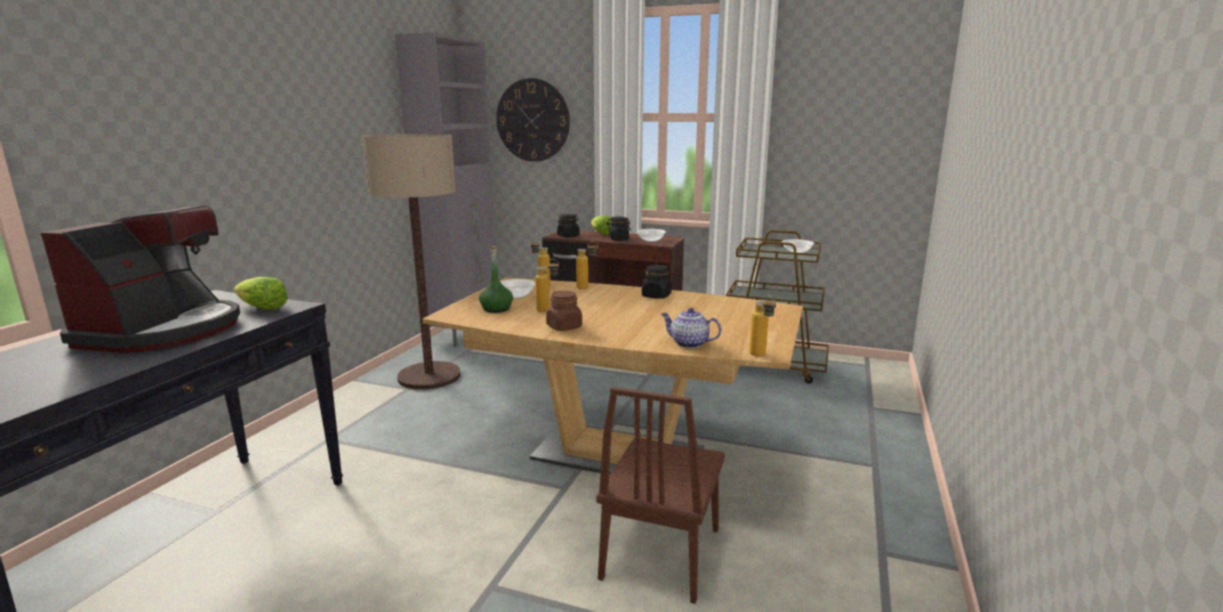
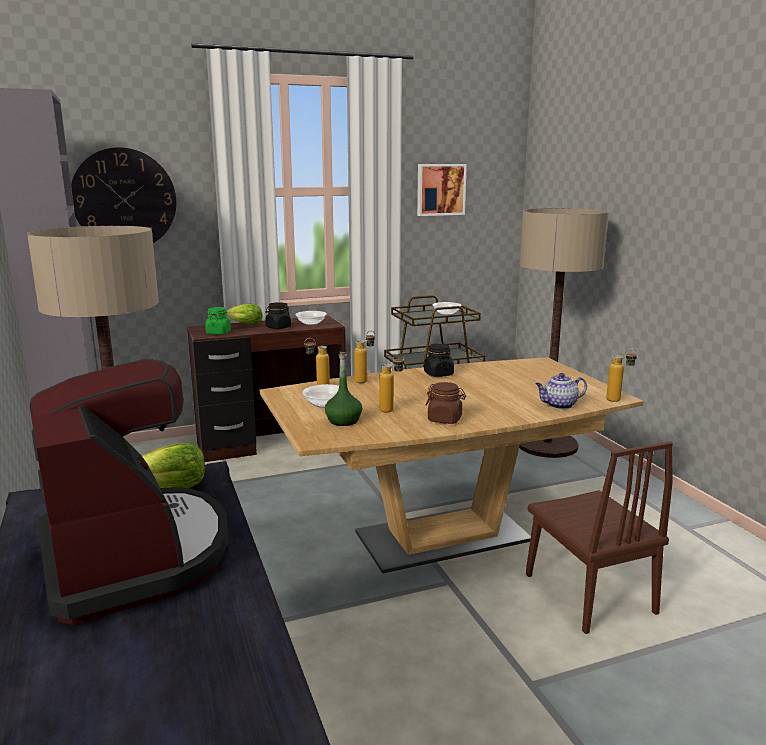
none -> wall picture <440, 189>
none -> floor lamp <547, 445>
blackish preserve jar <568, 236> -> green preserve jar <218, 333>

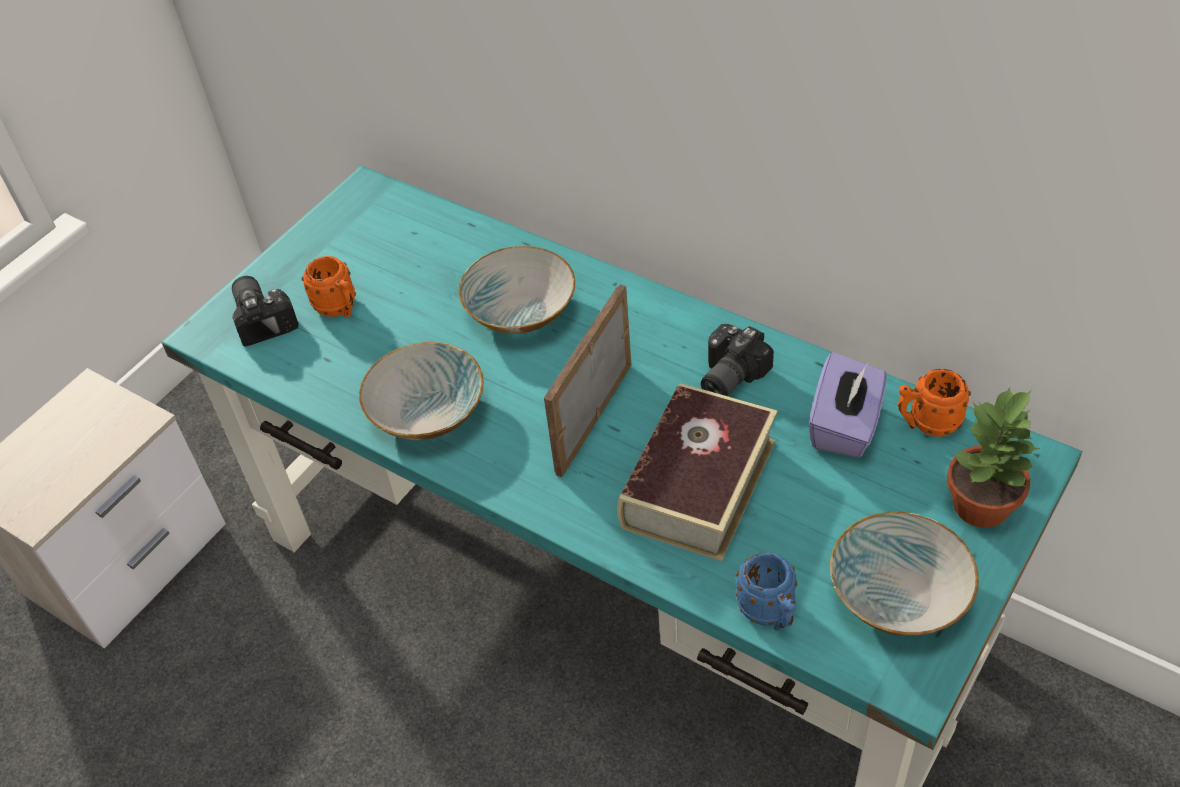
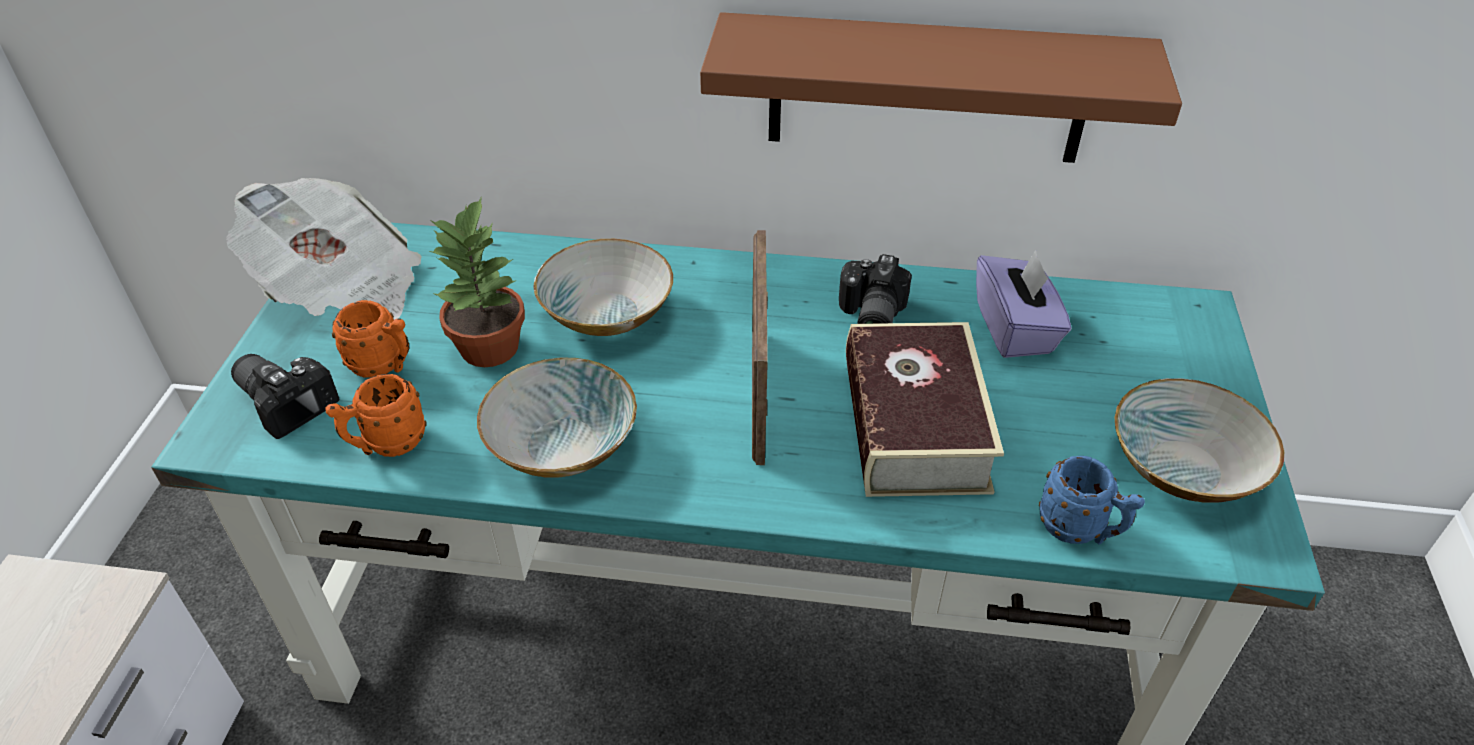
none -> printed paper <341, 288>
none -> brownish shelf <927, 89>
orange coffee mug <926, 423> -> orange coffee mug <386, 444>, shifted
houseplant <983, 506> -> houseplant <491, 348>, shifted

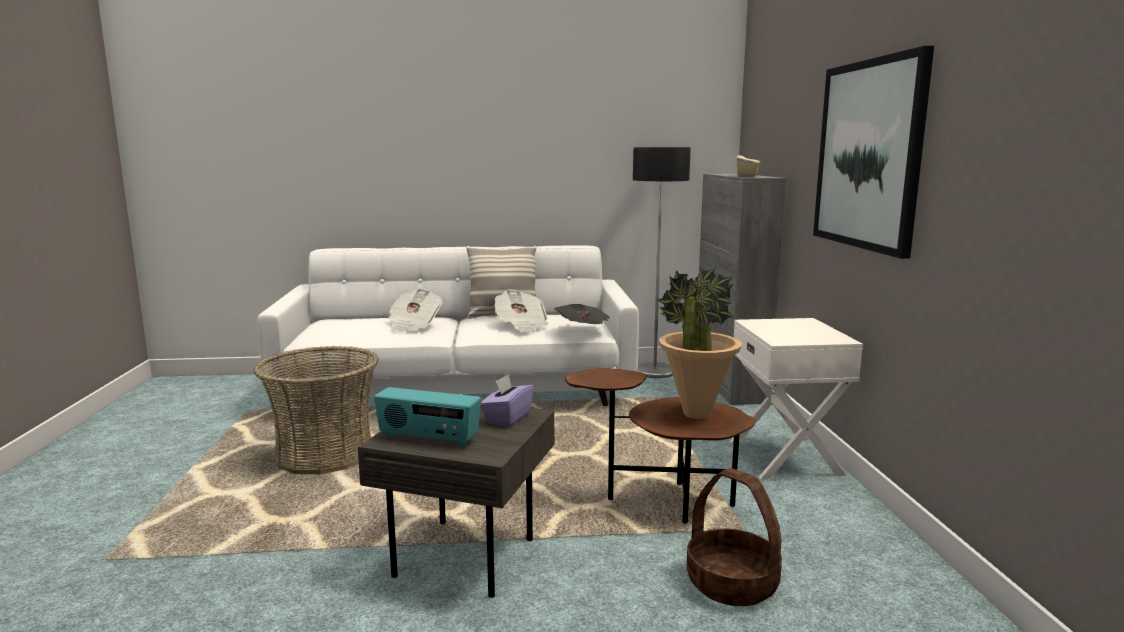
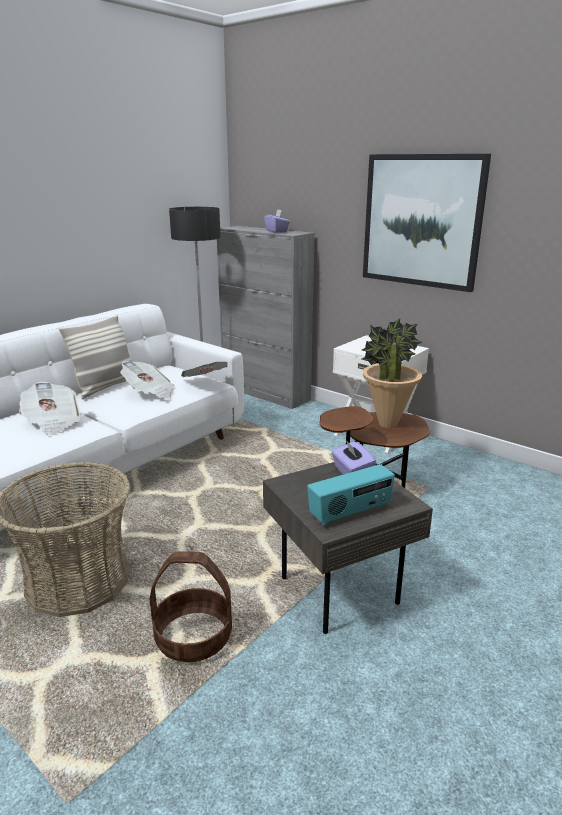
storage basket <731, 583> -> storage basket <193, 638>, shifted
beige tissue box <747, 176> -> purplish tissue box <277, 231>

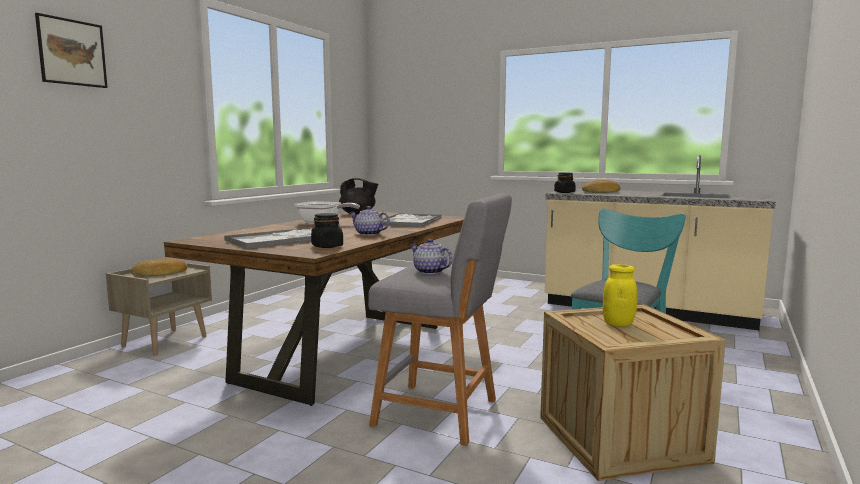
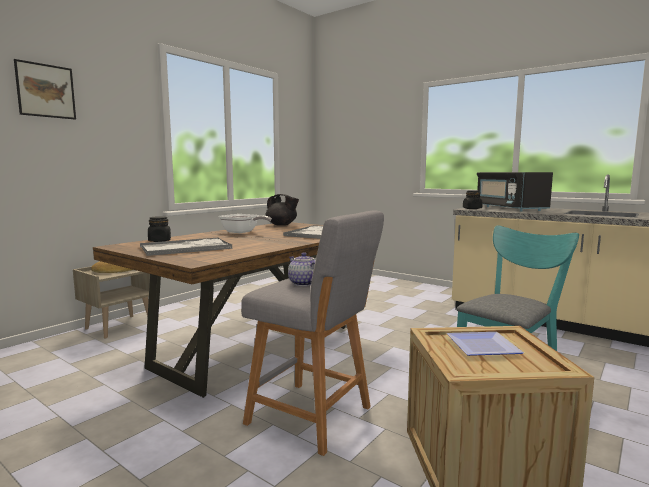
teapot <368, 234> -> none
blackish preserve jar <327, 246> -> blackish preserve jar <159, 241>, shifted
bakery bread <601, 192> -> blackish kitchen microwave <509, 208>
yellow preserve jar <618, 324> -> plate <481, 347>

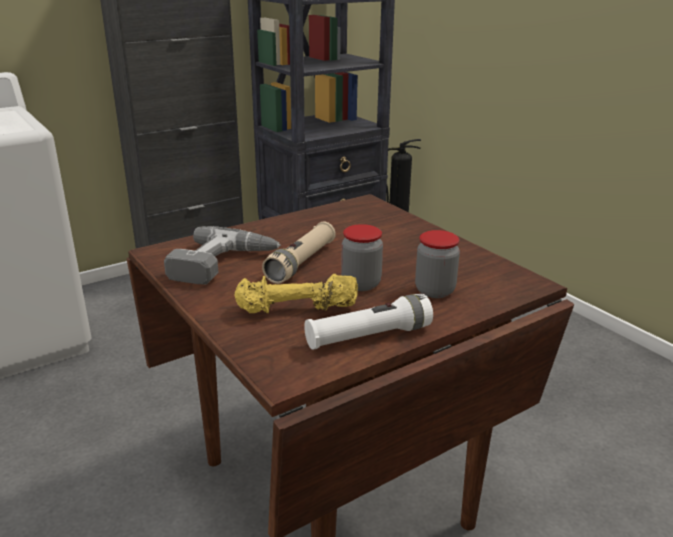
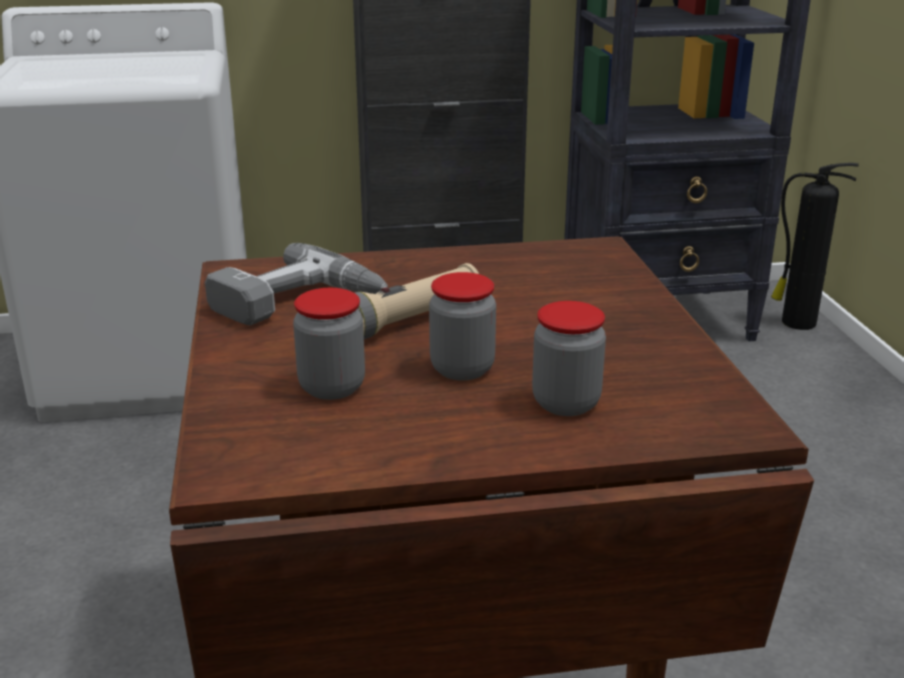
white flashlight <368, 336> -> none
yellow free weight <297, 310> -> preserve jar <332, 387>

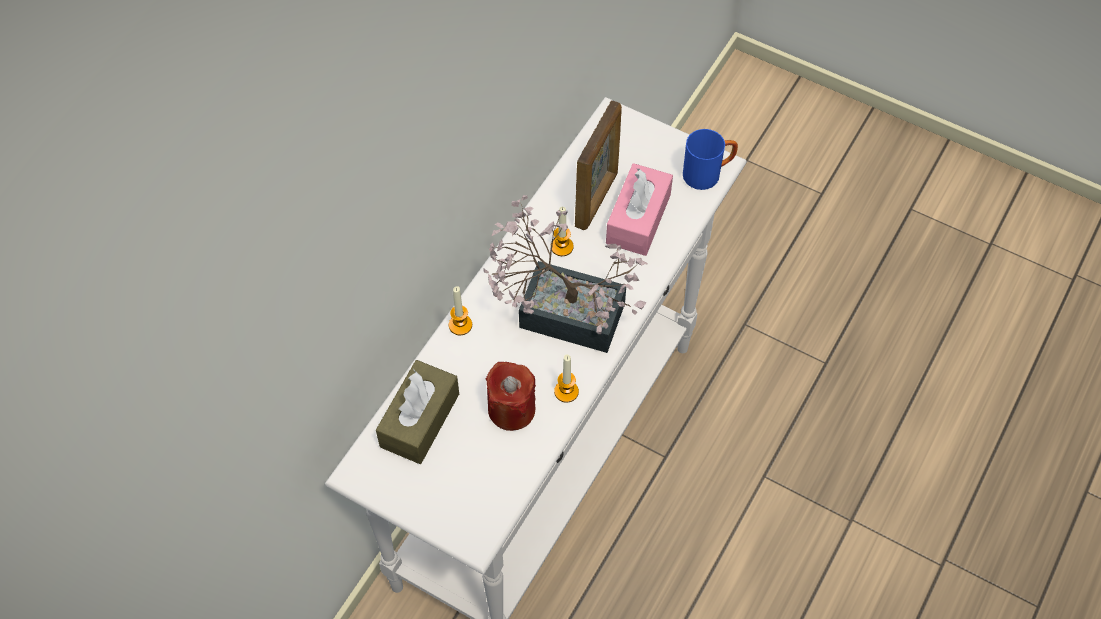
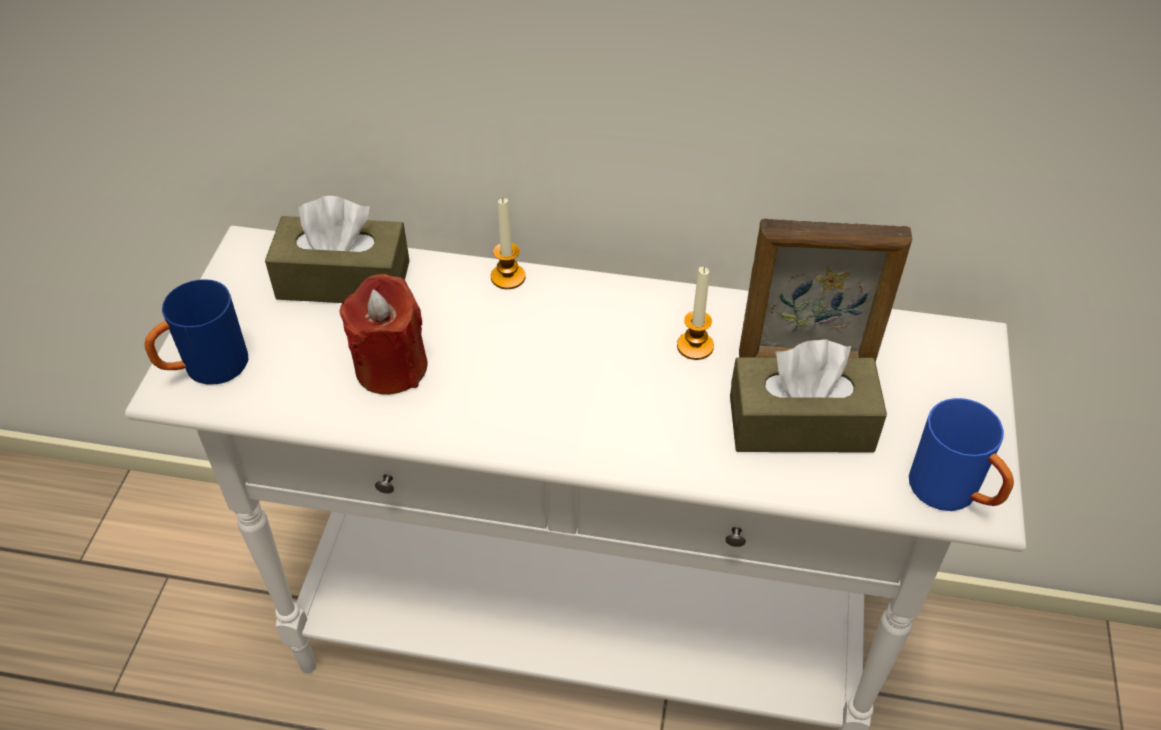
houseplant <560, 311> -> none
wax candle <566, 391> -> none
none -> bluish coffee mug <205, 369>
pink tissue box <638, 219> -> brownish tissue box <800, 423>

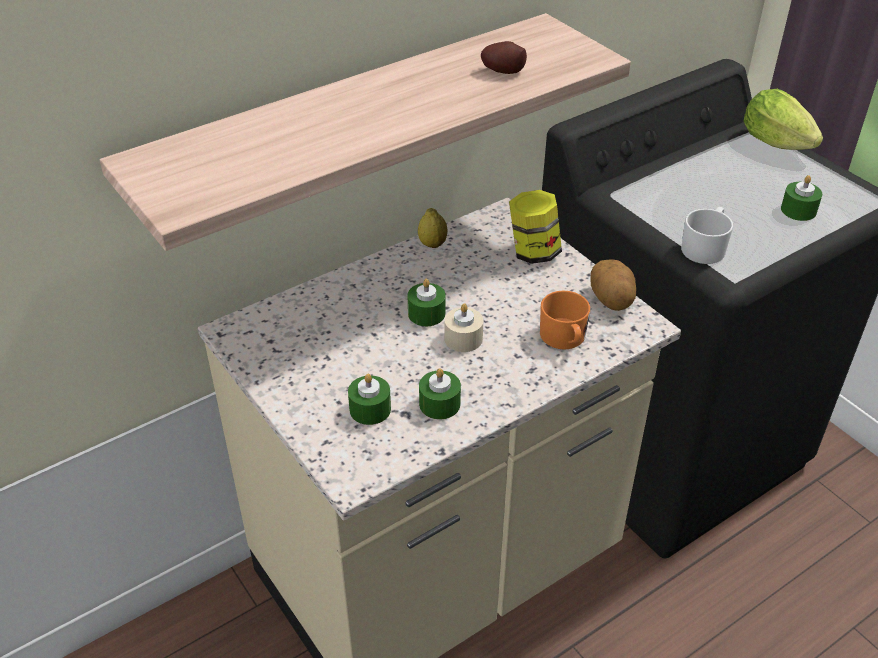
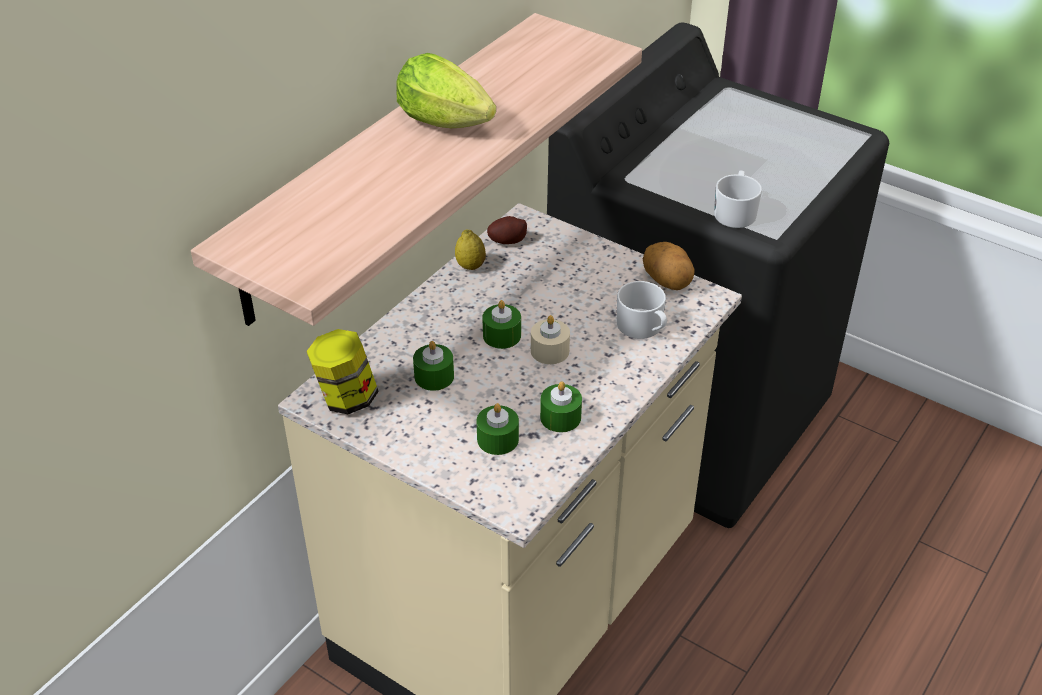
spud <502, 71> -> spud <507, 241>, shifted
preserve jar <533, 252> -> preserve jar <346, 398>, shifted
lettuce head <779, 145> -> lettuce head <449, 124>, shifted
green wax candle <798, 210> -> green wax candle <434, 376>, shifted
orange coffee mug <564, 338> -> white coffee mug <643, 328>

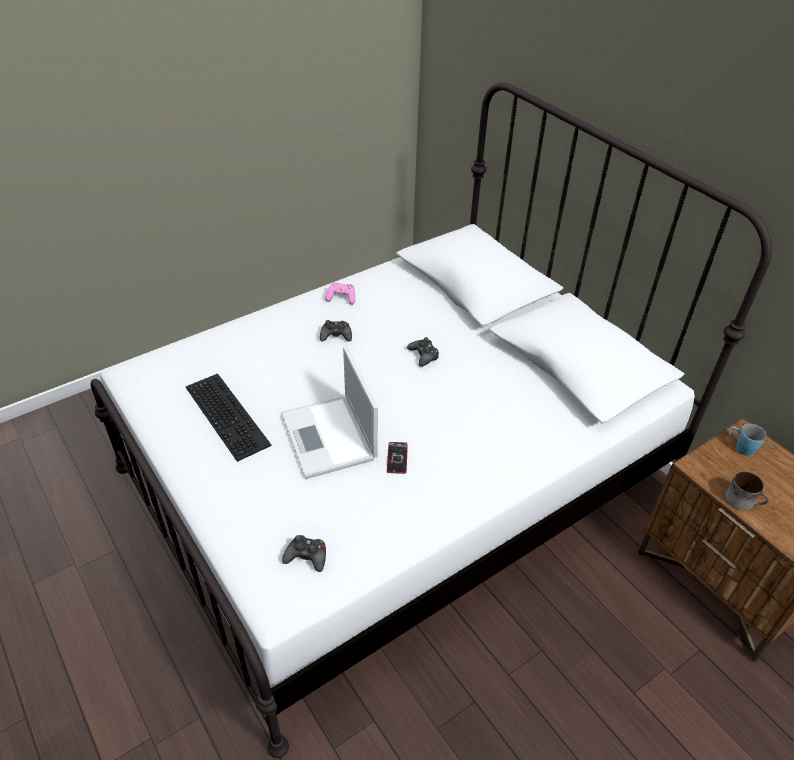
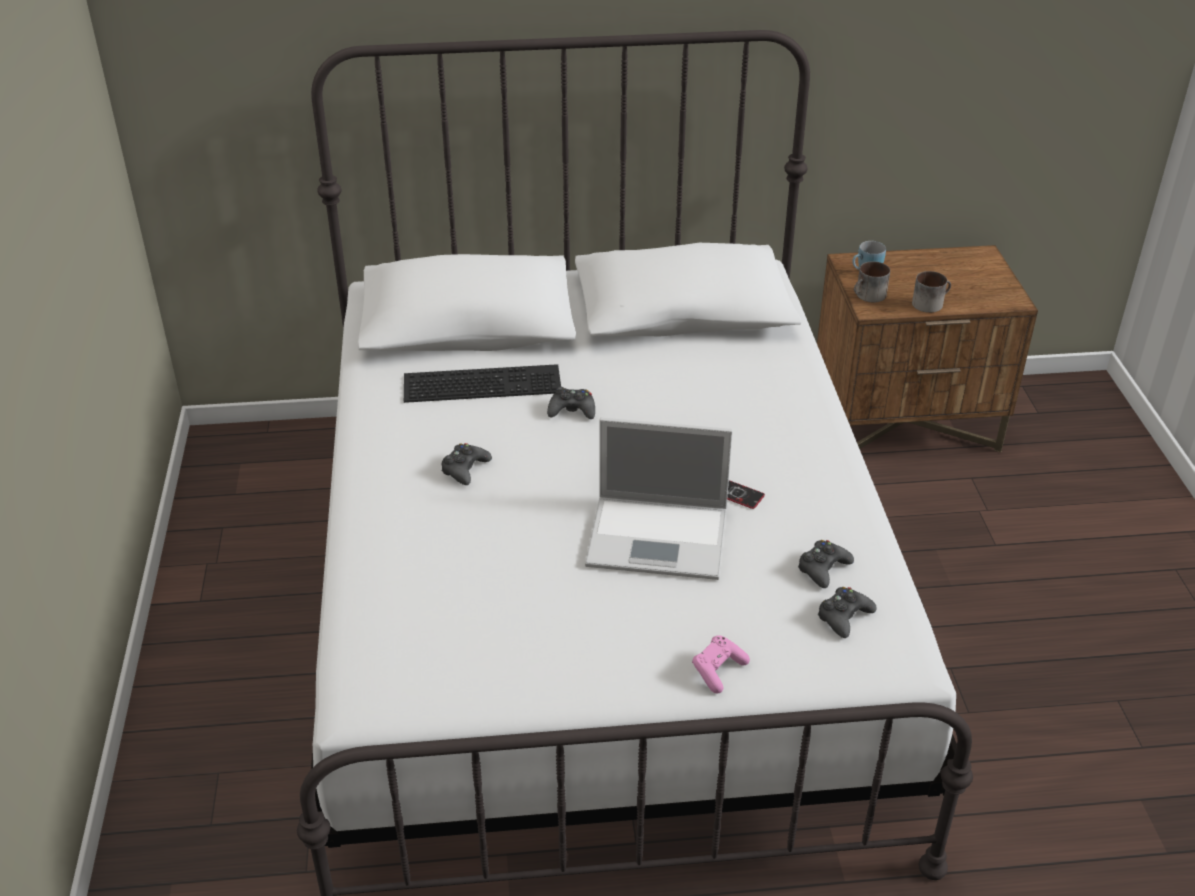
none -> blackish game controller <823, 568>
none -> coffee mug <868, 296>
computer keyboard <229, 415> -> computer keyboard <483, 382>, shifted
pink game controller <341, 298> -> pink game controller <718, 670>, shifted

